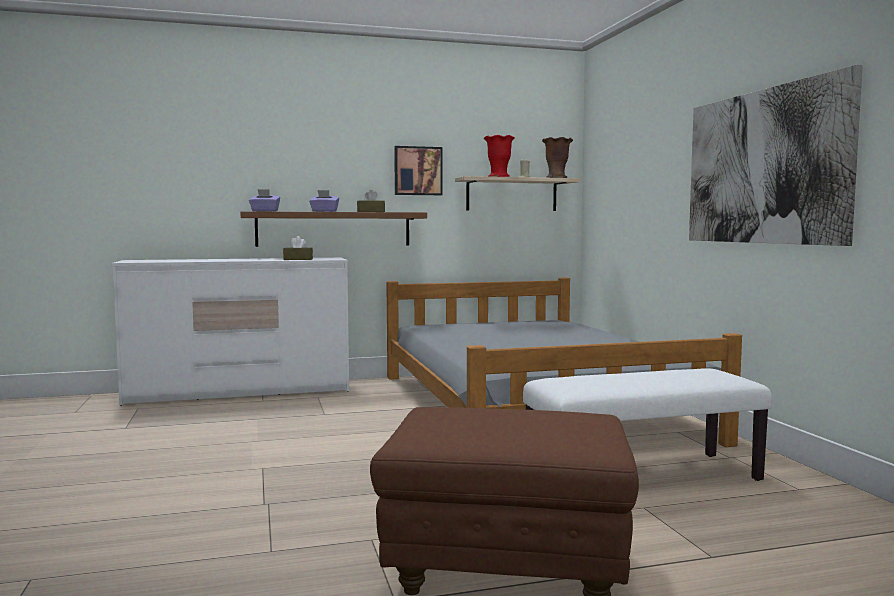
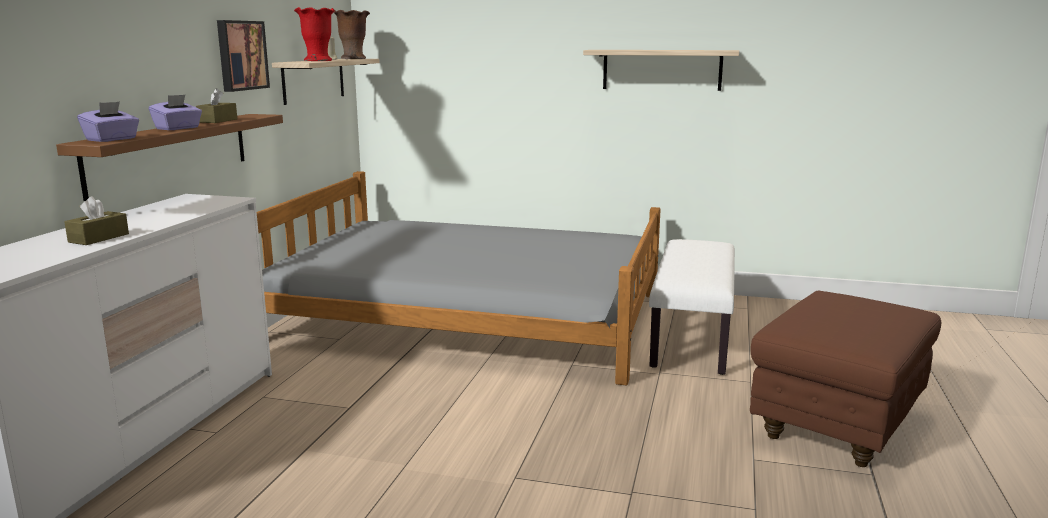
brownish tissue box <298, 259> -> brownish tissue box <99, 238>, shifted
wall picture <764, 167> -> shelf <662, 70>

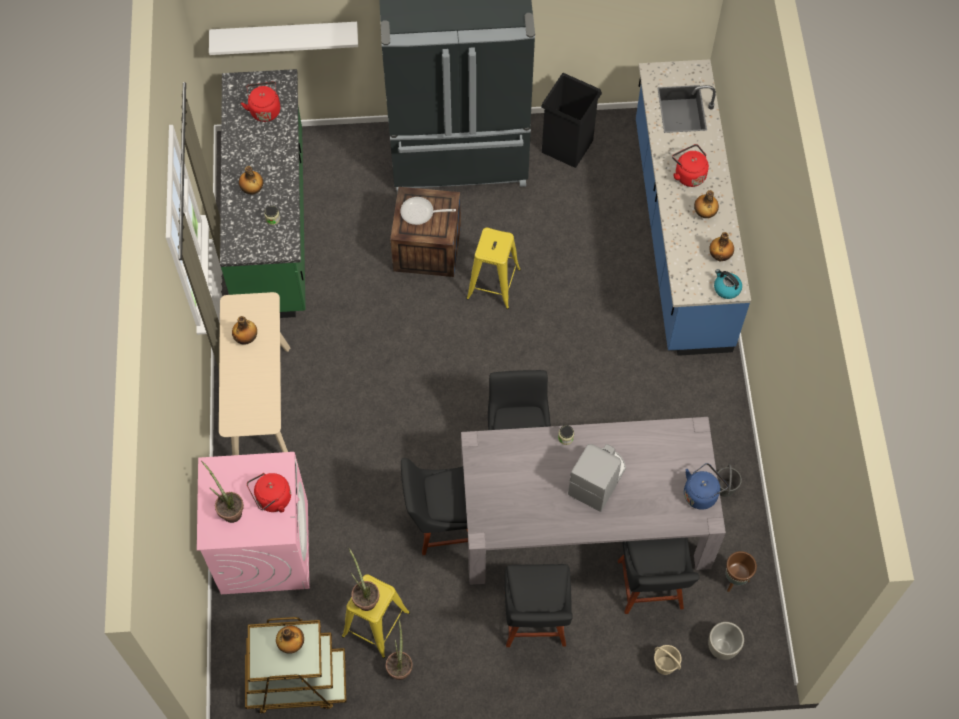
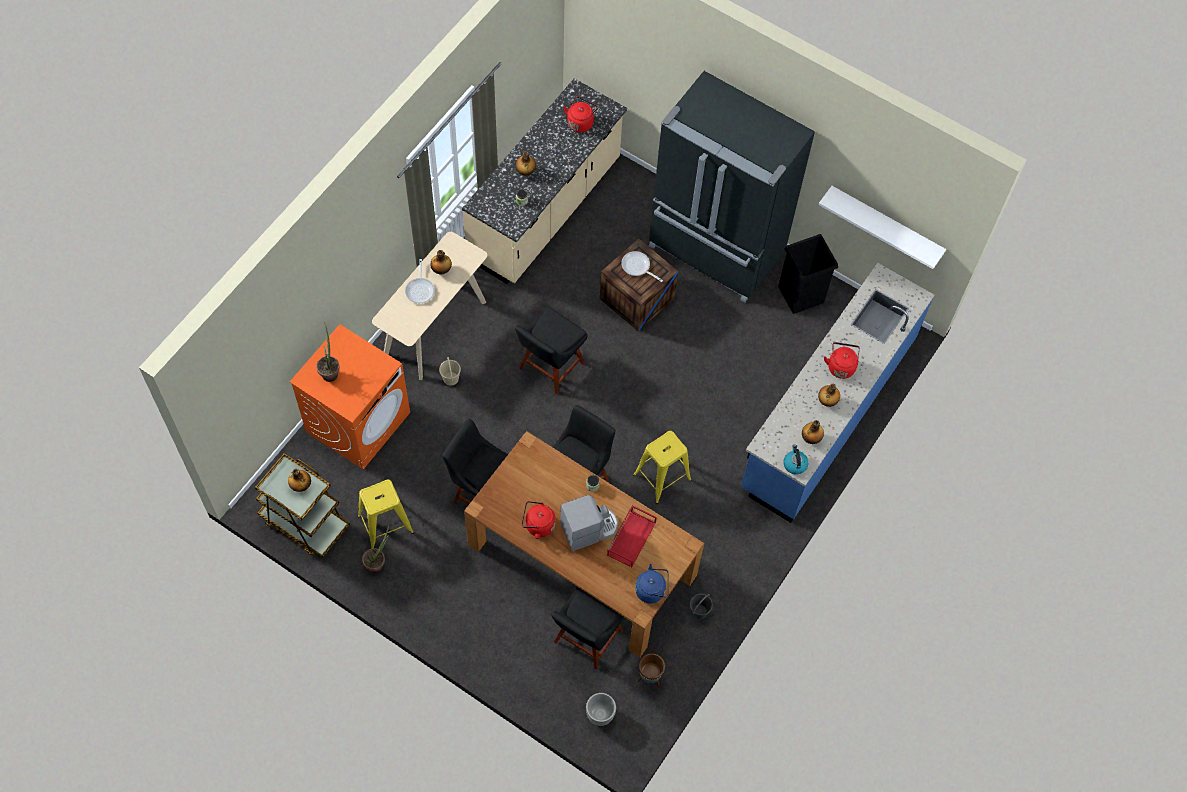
houseplant <365, 597> -> none
none -> frying pan <420, 289>
none -> red carrying tray <631, 538>
white shelf <284, 35> -> white shelf <886, 224>, shifted
red tea kettle <272, 499> -> red tea kettle <538, 525>, shifted
yellow stool <493, 284> -> yellow stool <662, 477>, shifted
blackish upright chair <535, 623> -> blackish upright chair <549, 368>, shifted
beige pail <664, 665> -> beige pail <450, 378>, shifted
pink washing machine <264, 546> -> orange washing machine <358, 422>
green counter <273, 225> -> beige counter <545, 211>
grey dinner table <584, 520> -> brownish dinner table <582, 560>

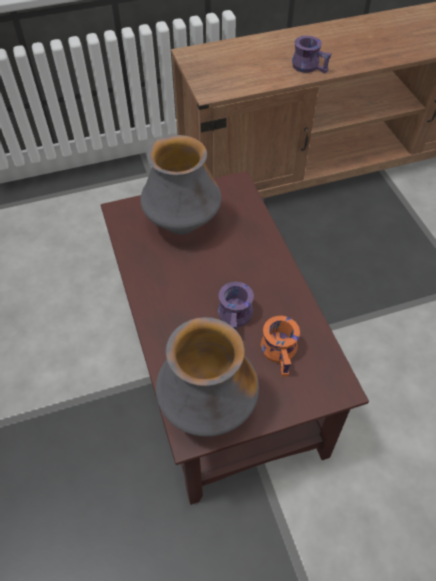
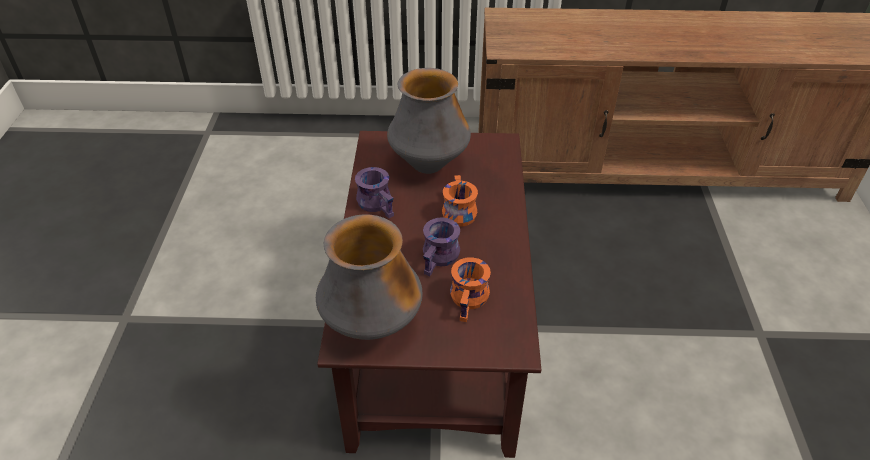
none -> orange coffee mug <456, 211>
purplish coffee mug <310, 66> -> purplish coffee mug <379, 203>, shifted

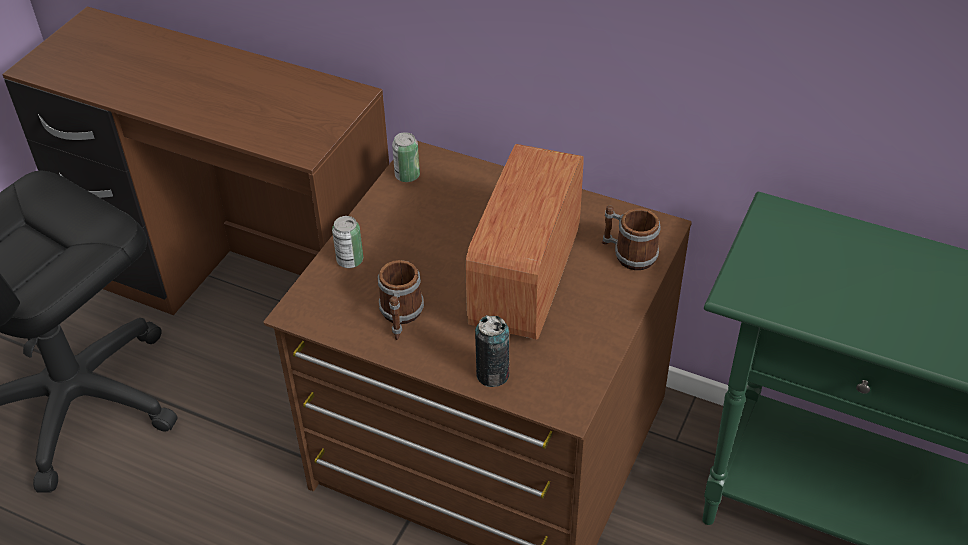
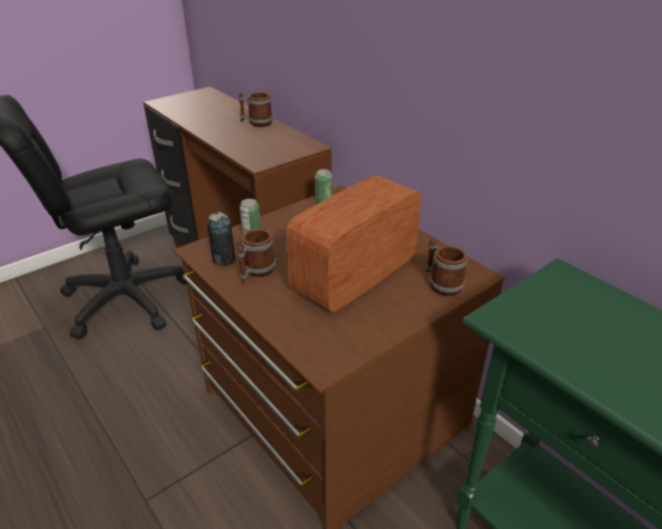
none -> coffee mug <256, 122>
metal can <492, 375> -> metal can <224, 260>, shifted

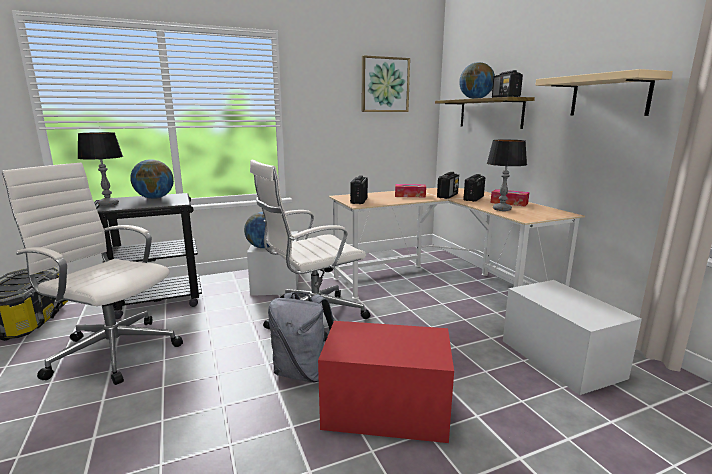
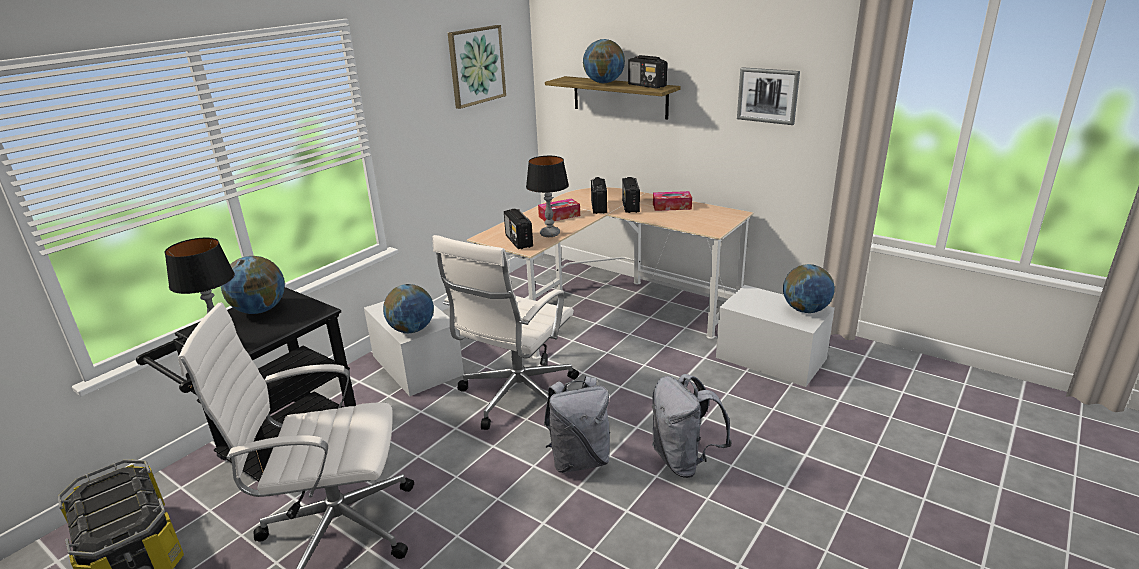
none -> desk globe <805, 310>
tabletop lamp <501, 209> -> tabletop lamp <549, 234>, shifted
red storage box <386, 409> -> grey backpack <684, 460>
beige shelf <609, 96> -> wall picture <768, 95>

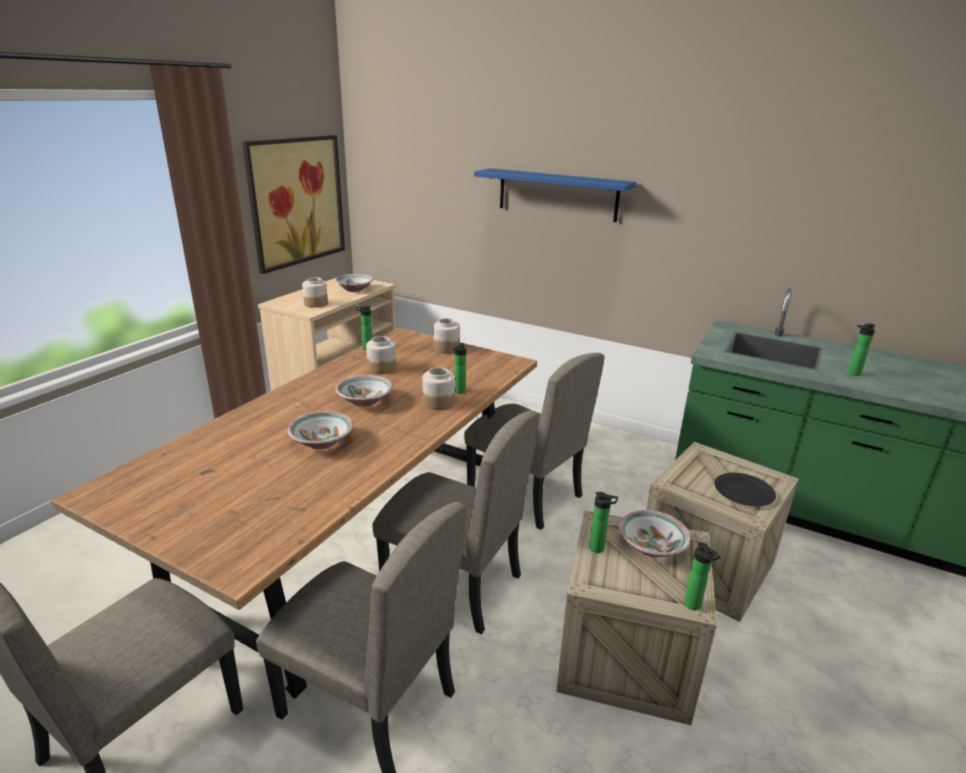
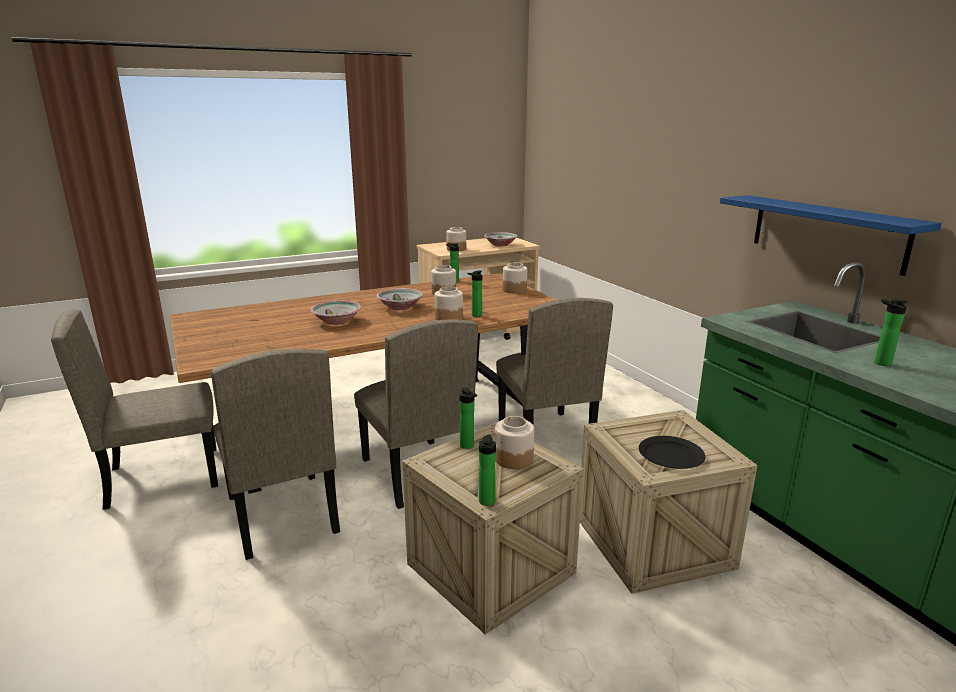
wall picture <296, 201> -> none
bluish shelf <557, 194> -> bluish shelf <826, 232>, shifted
serving bowl <650, 546> -> preserve jar <513, 459>

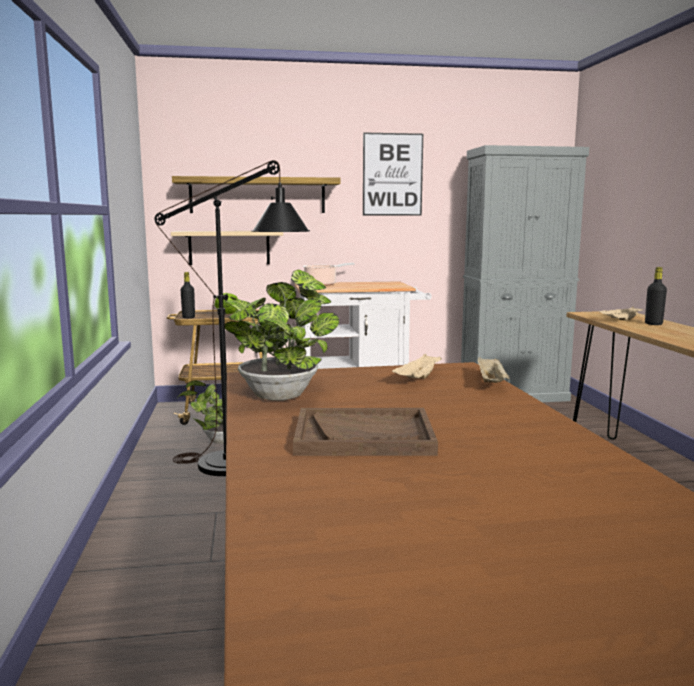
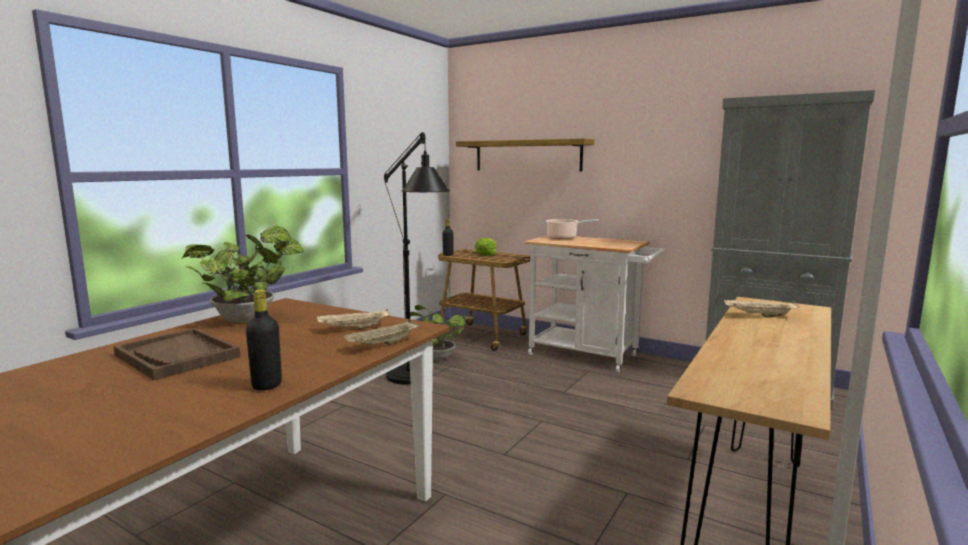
beige shelf <229, 247> -> none
wall picture <392, 174> -> none
blackish beverage bottle <653, 324> -> blackish beverage bottle <267, 385>, shifted

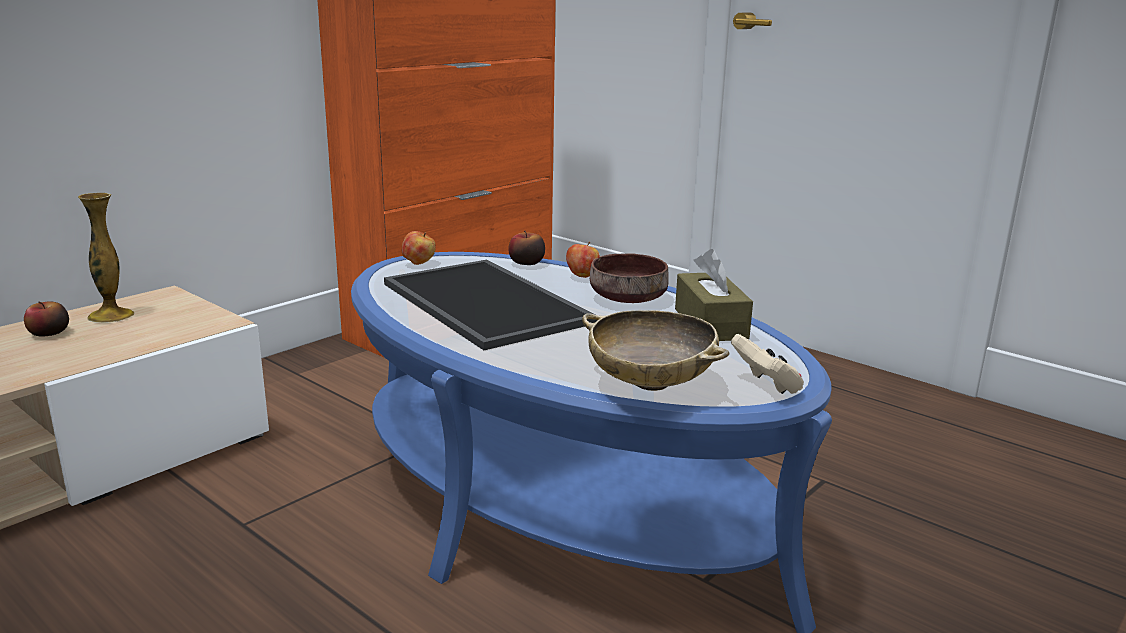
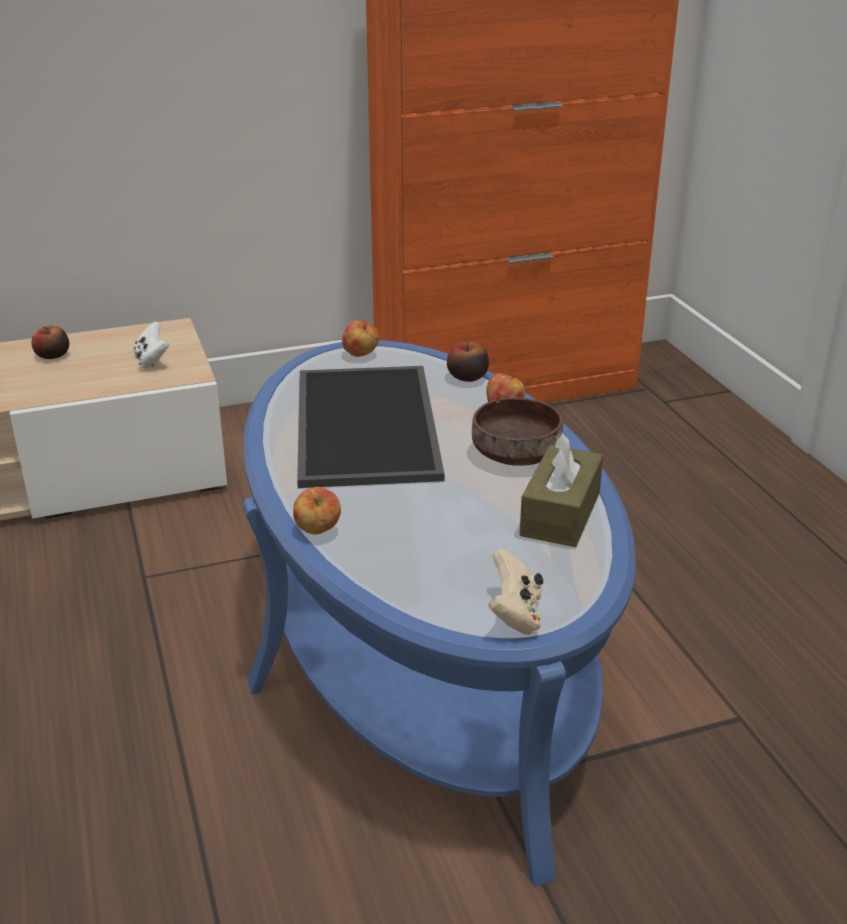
decorative vase <111, 316> -> none
beige serving bowl <650, 384> -> none
none -> white game controller <152, 360>
none -> apple <317, 531>

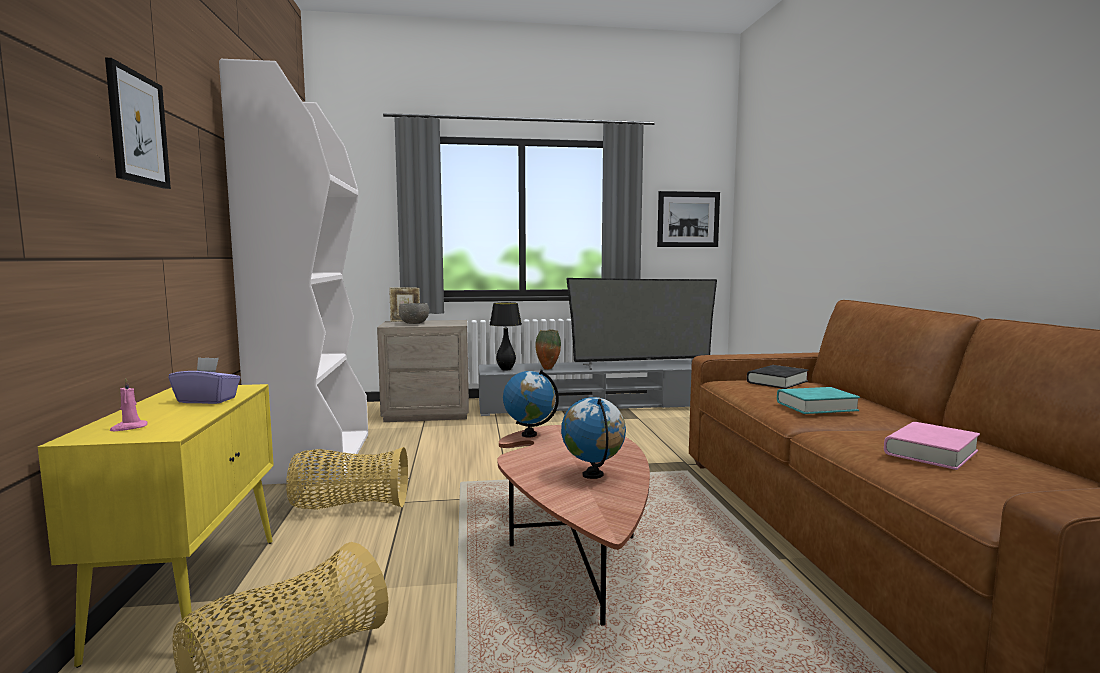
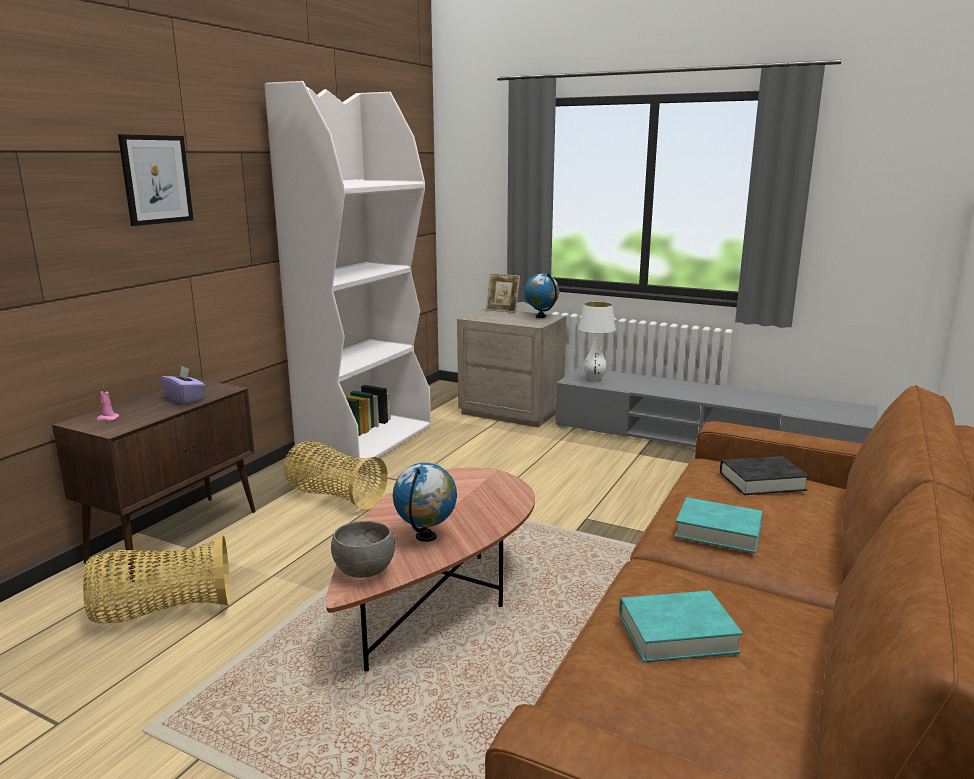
decorative vase <547, 369> -> none
television <642, 365> -> none
wall picture <688, 219> -> none
grey serving bowl <414, 324> -> grey serving bowl <365, 571>, shifted
desk globe <529, 434> -> desk globe <541, 316>, shifted
yellow cabinet <192, 592> -> brownish cabinet <176, 535>
blackish tabletop lamp <506, 369> -> white tabletop lamp <594, 379>
pink book <930, 452> -> turquoise book <677, 633>

